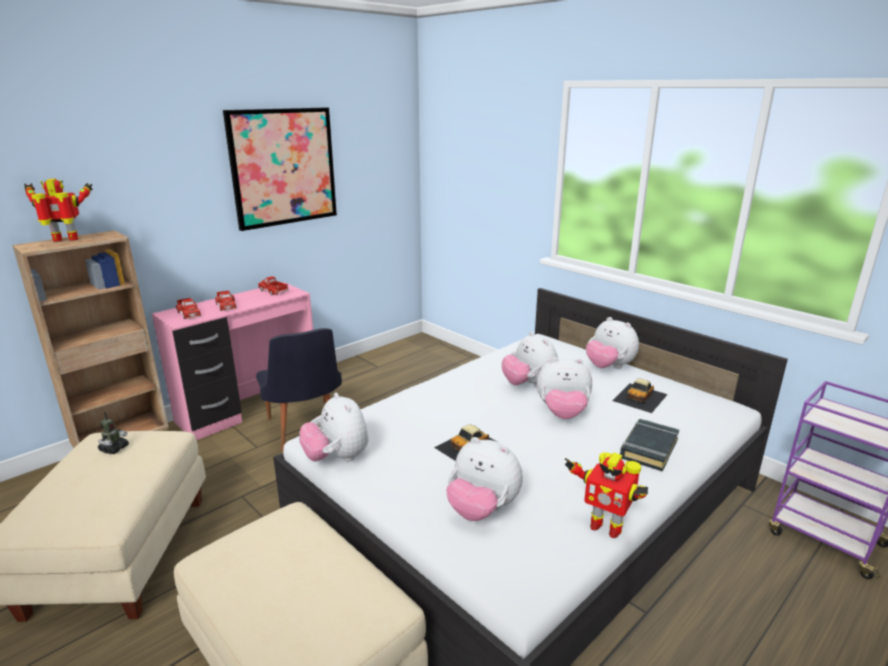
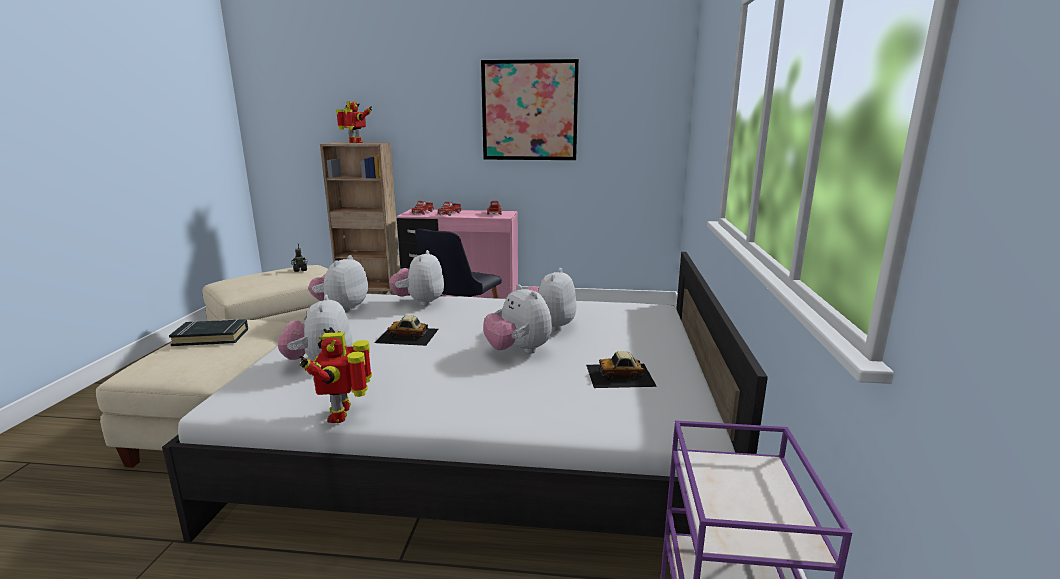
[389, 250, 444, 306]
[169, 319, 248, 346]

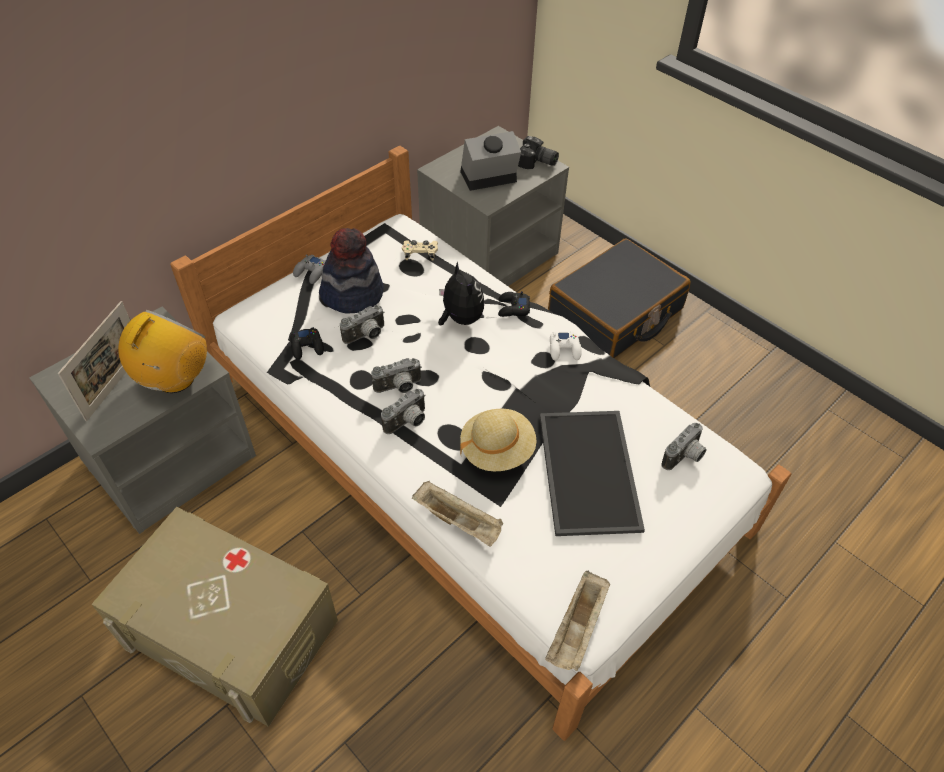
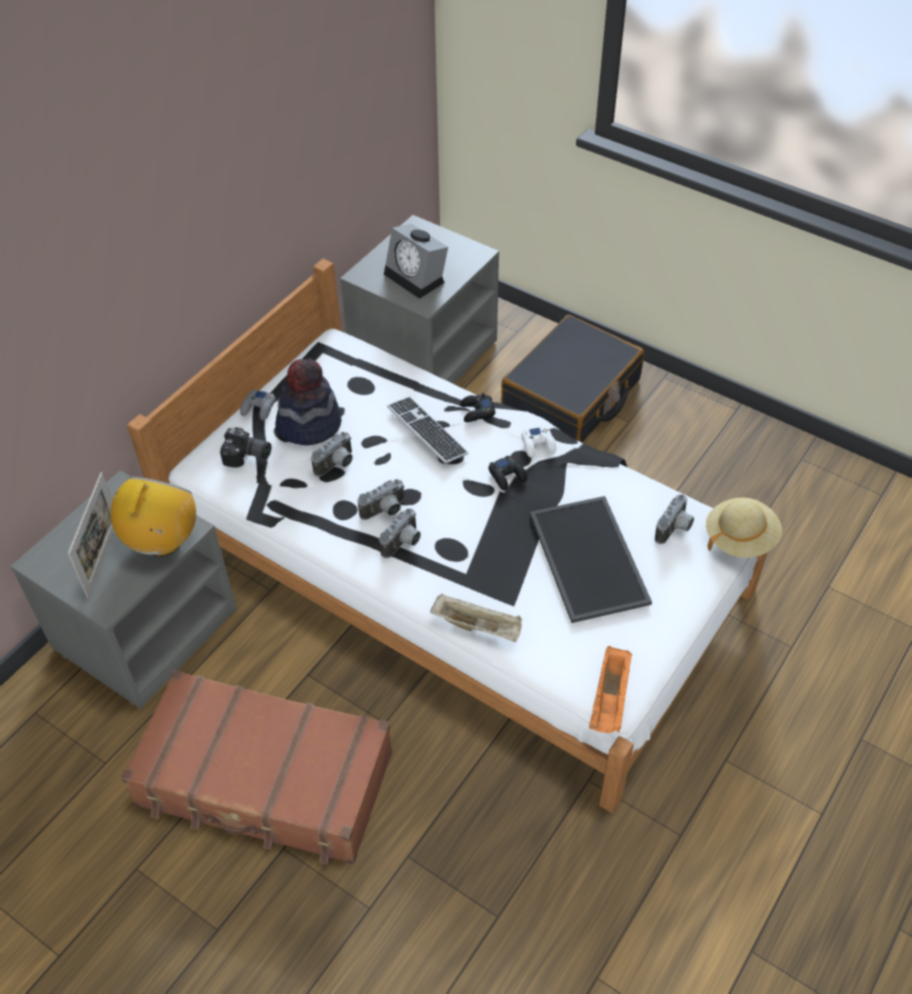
[402, 240, 438, 261] (first image)
[488, 455, 527, 491]
[706, 498, 782, 558]
[220, 427, 271, 468]
[121, 670, 392, 864]
[387, 396, 469, 464]
[589, 646, 632, 733]
[384, 224, 448, 299]

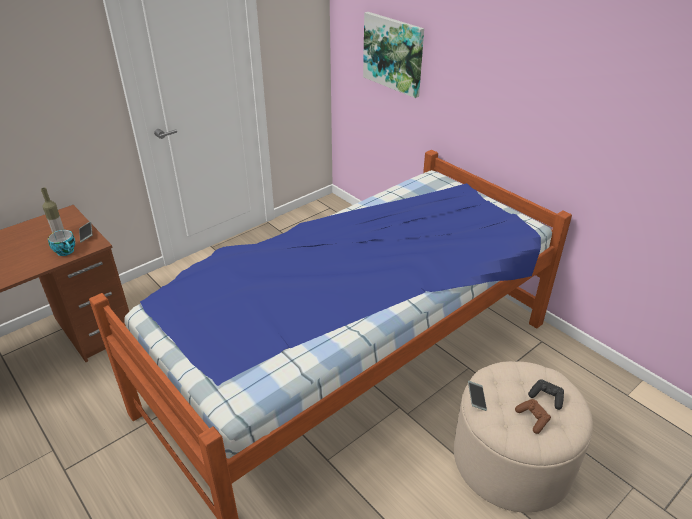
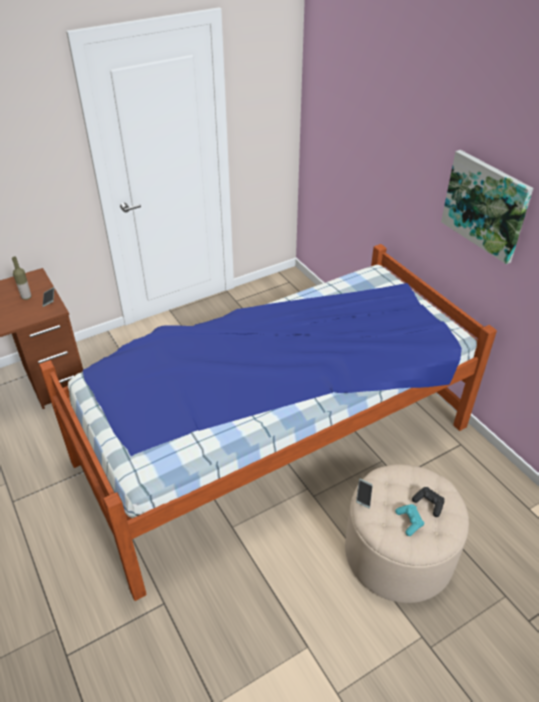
[48, 230, 75, 256] (first image)
[441, 150, 533, 264]
[395, 504, 424, 536]

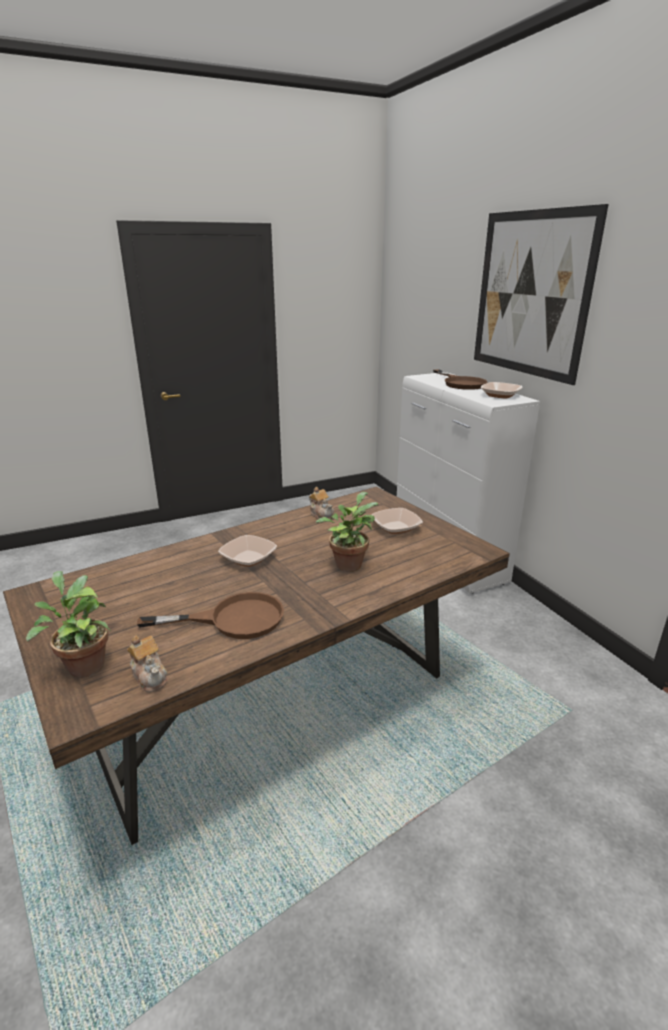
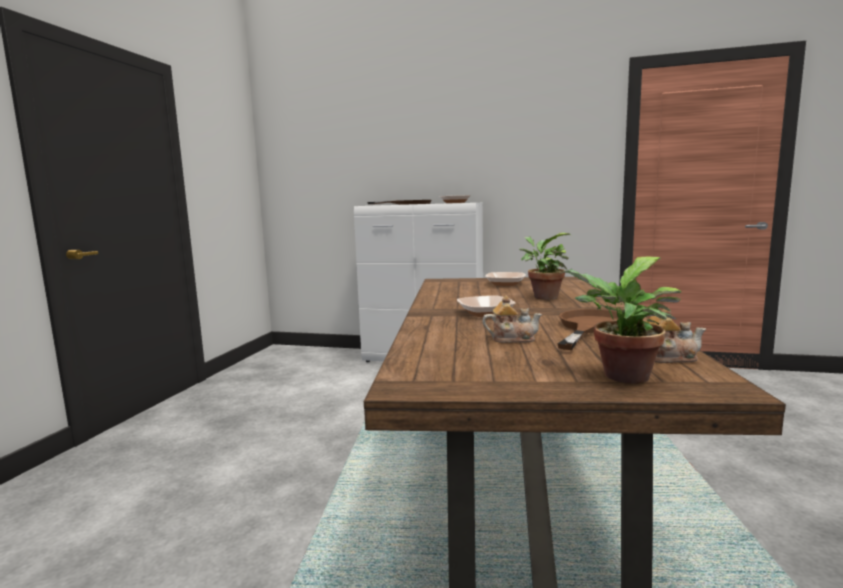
[474, 204, 609, 385] (first image)
[483, 295, 542, 343]

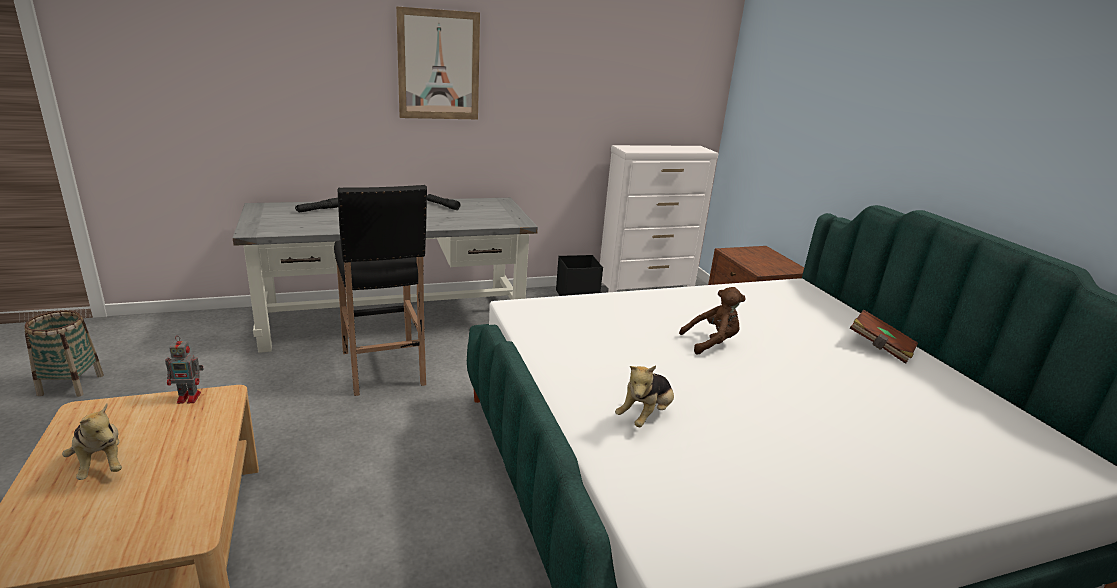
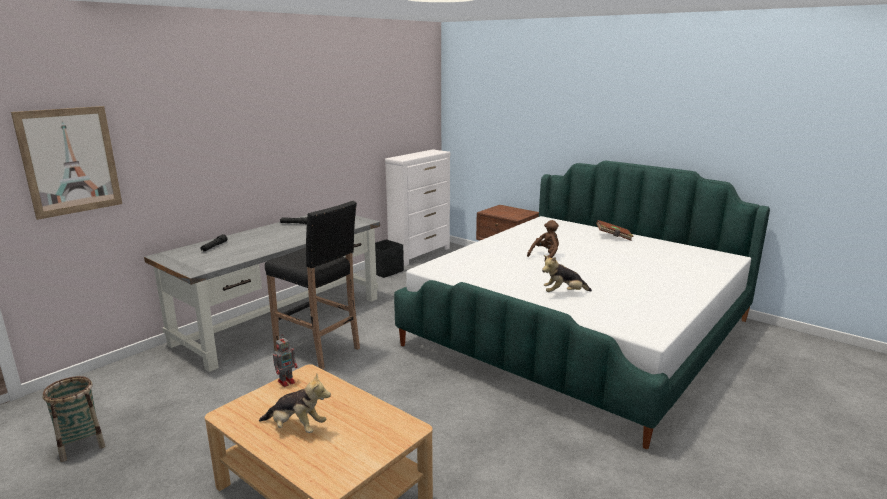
[11, 106, 122, 220]
[542, 255, 592, 292]

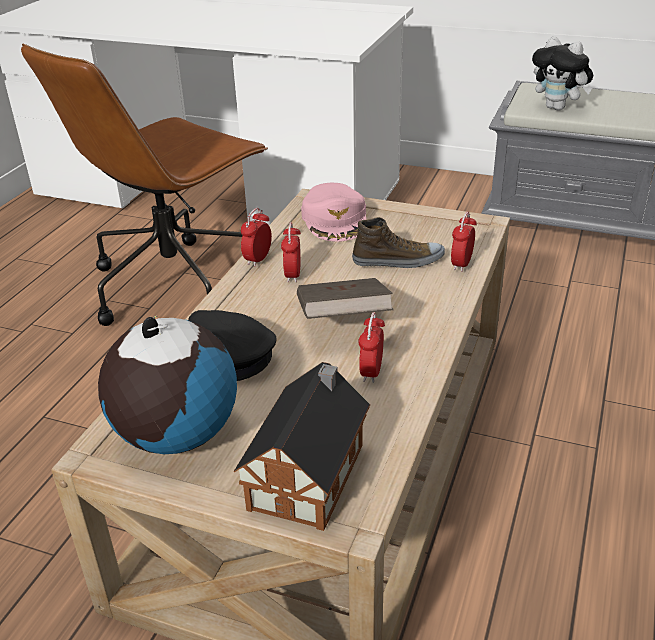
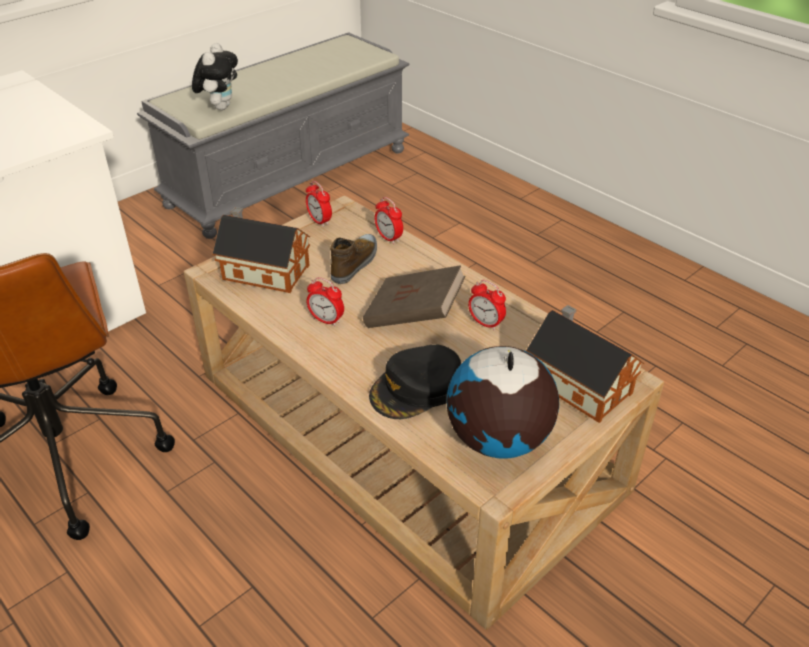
[306, 181, 332, 227]
[213, 207, 310, 293]
[192, 43, 238, 110]

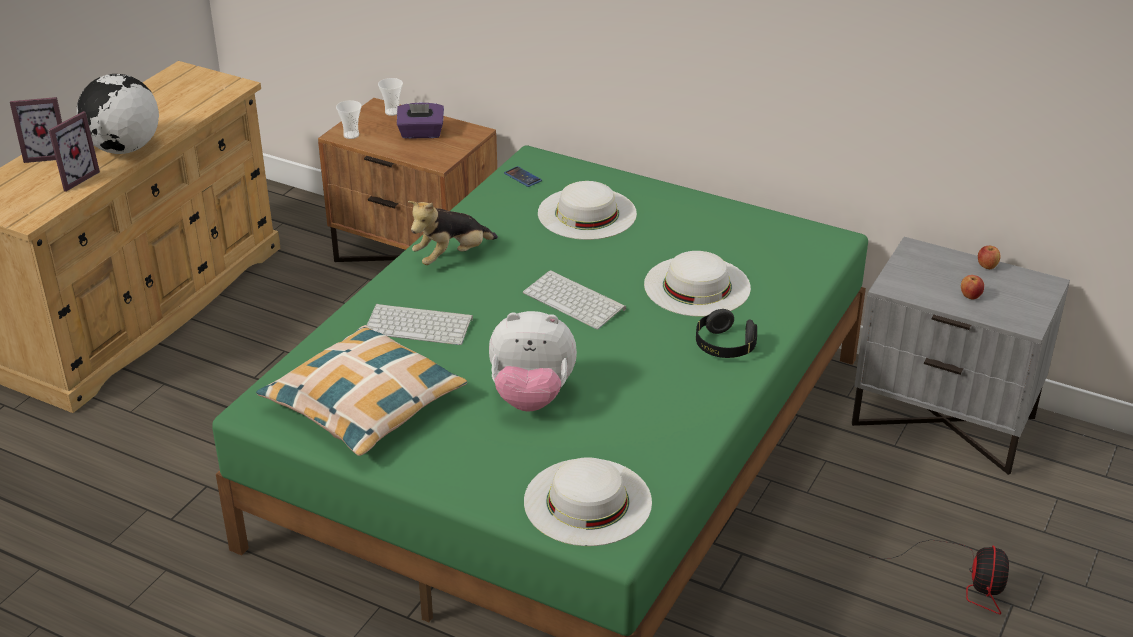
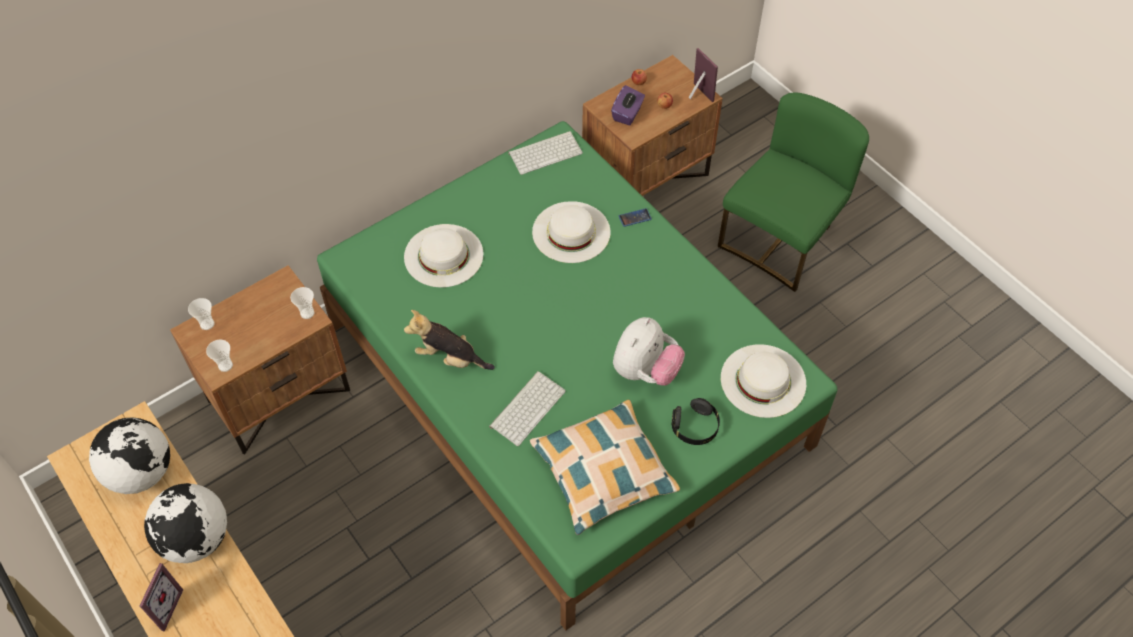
[89, 418, 170, 494]
[290, 287, 315, 319]
[688, 48, 718, 102]
[611, 85, 645, 125]
[619, 208, 652, 227]
[508, 131, 583, 175]
[671, 398, 720, 445]
[718, 93, 869, 292]
[582, 55, 723, 196]
[404, 310, 495, 370]

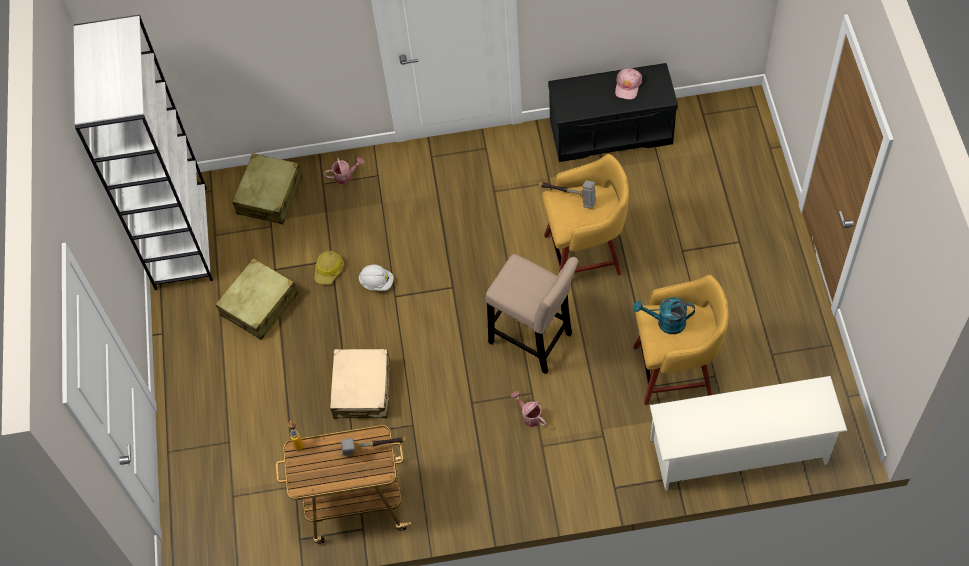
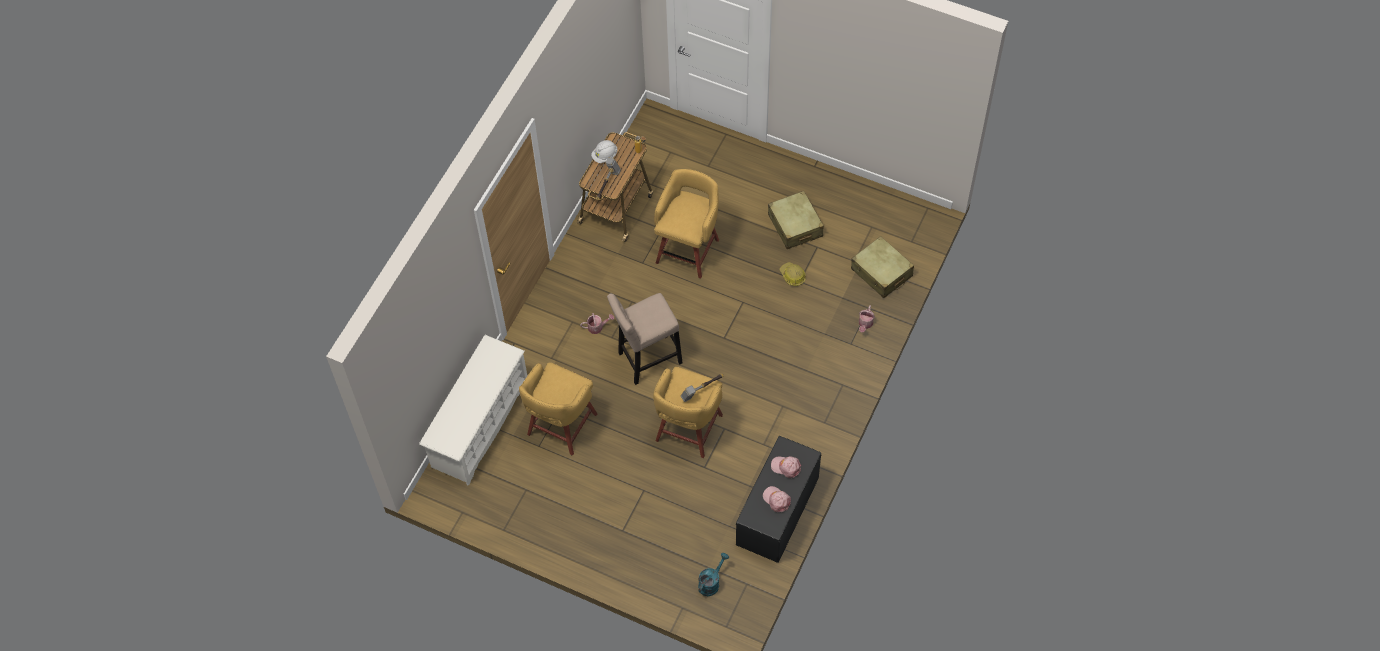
[74, 14, 213, 290] (first image)
[771, 456, 801, 478]
[591, 140, 618, 163]
[698, 553, 729, 596]
[654, 169, 719, 279]

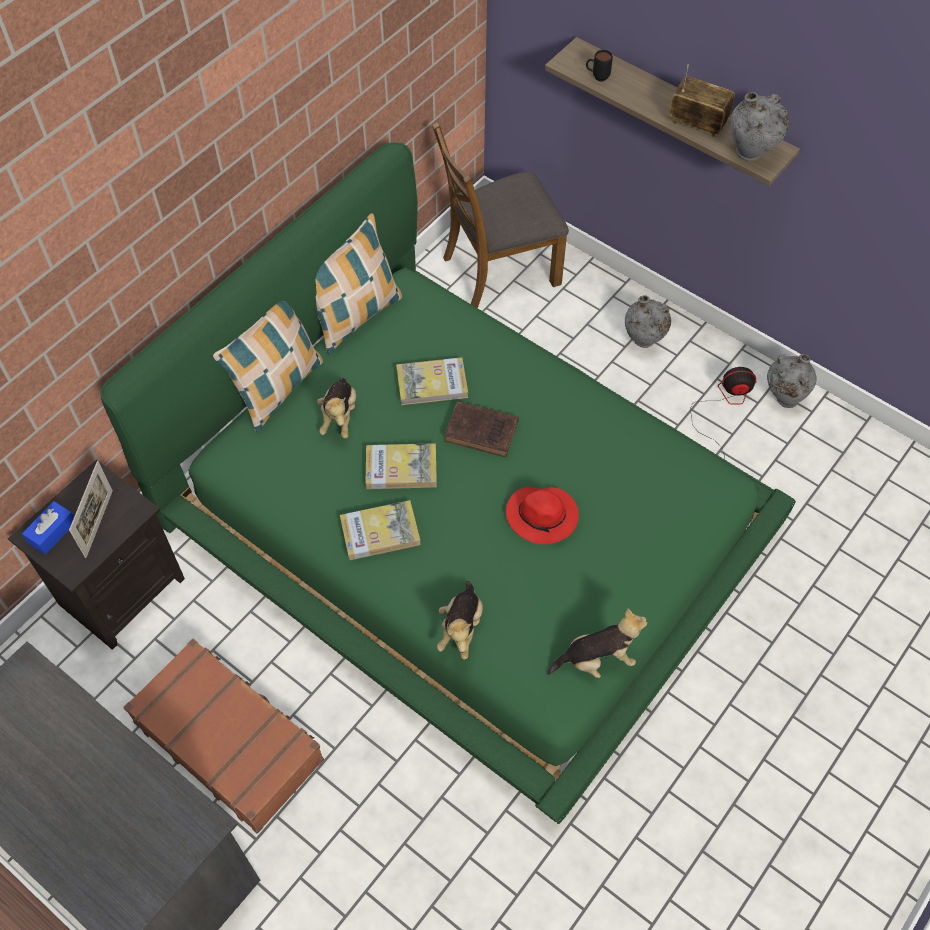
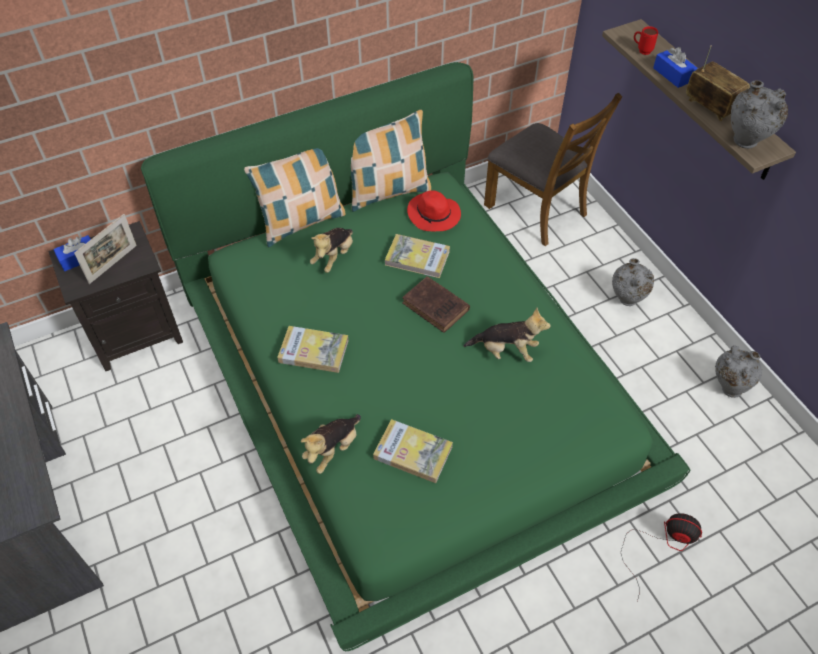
[123, 639, 324, 833] (first image)
[653, 47, 697, 88]
[373, 419, 453, 483]
[407, 190, 461, 231]
[464, 308, 551, 362]
[621, 513, 702, 601]
[634, 26, 658, 55]
[484, 93, 622, 246]

